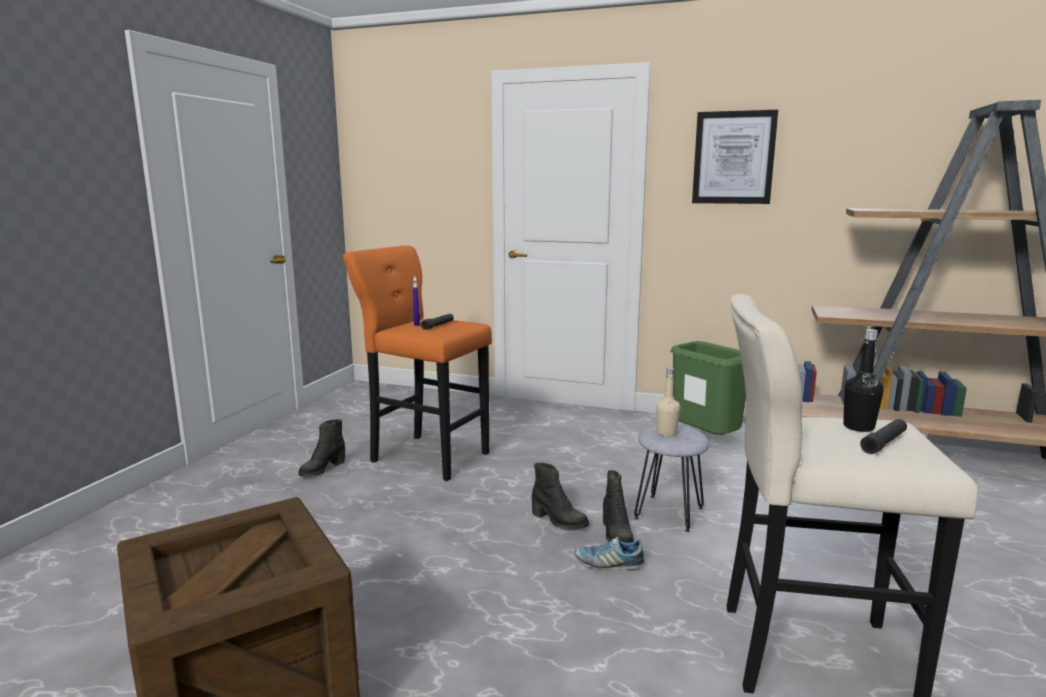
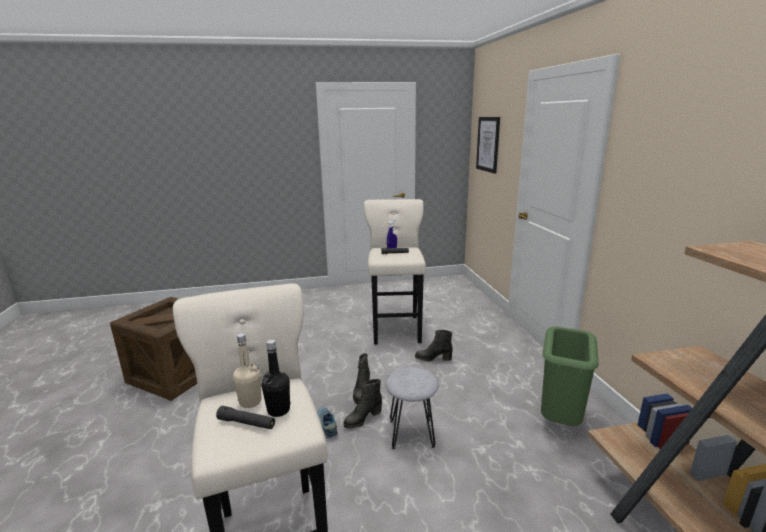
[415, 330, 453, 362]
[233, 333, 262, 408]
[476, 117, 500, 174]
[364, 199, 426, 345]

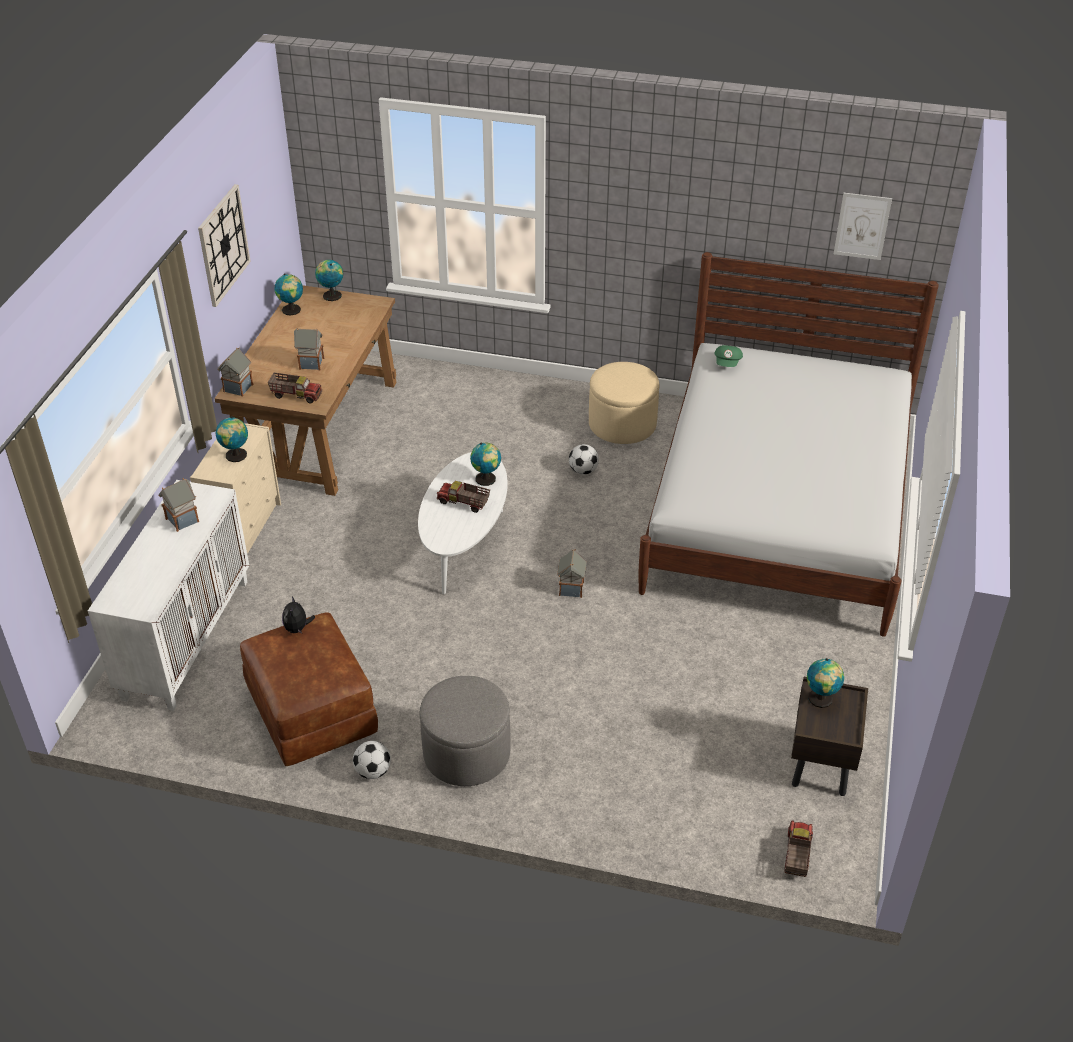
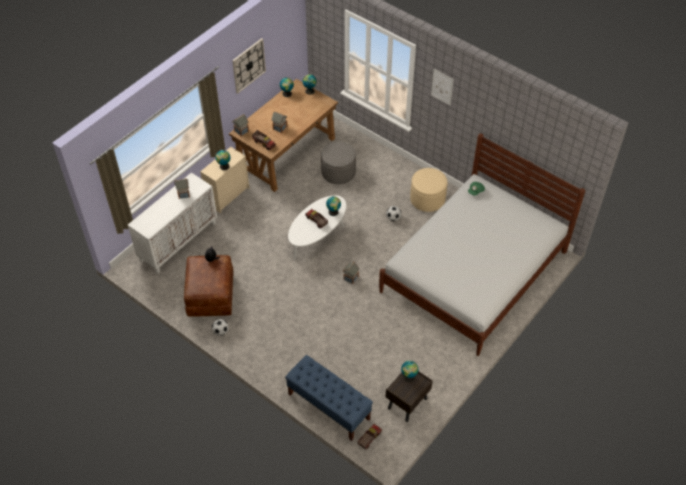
[285, 355, 373, 441]
[321, 141, 356, 184]
[431, 69, 454, 105]

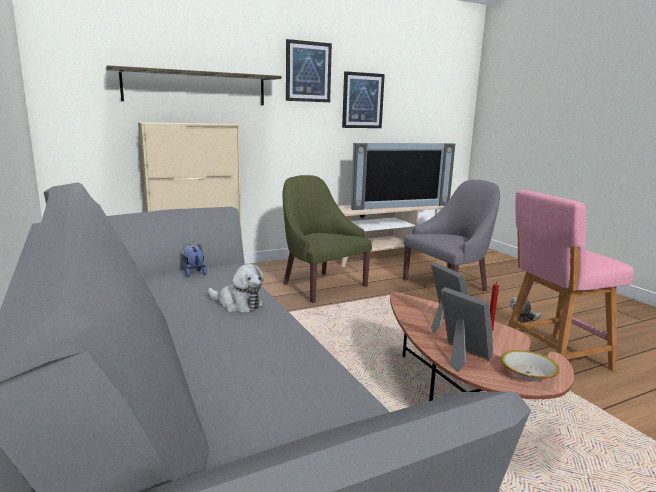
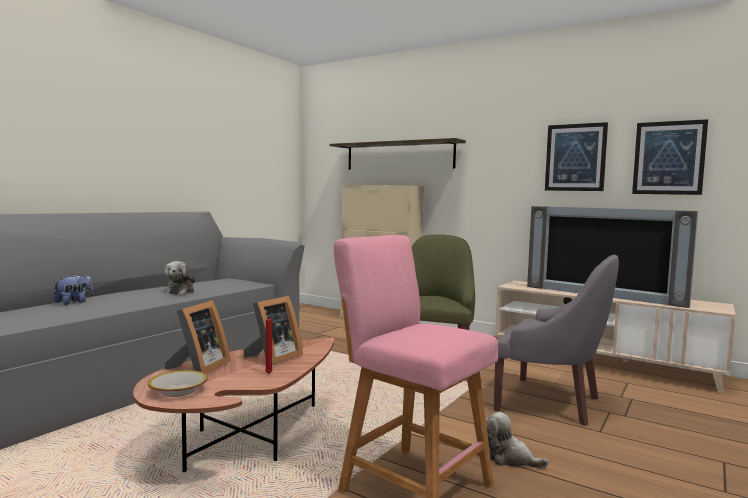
[54, 274, 93, 305]
[632, 119, 708, 195]

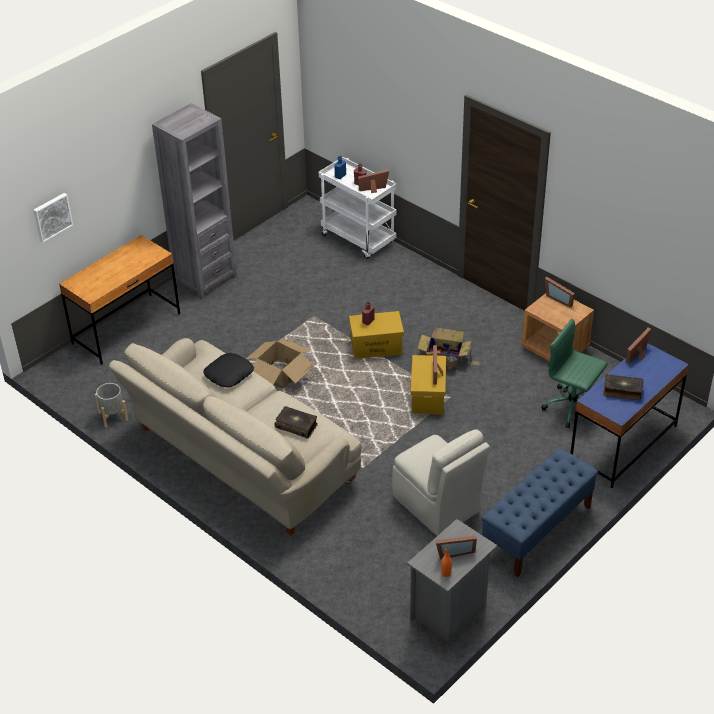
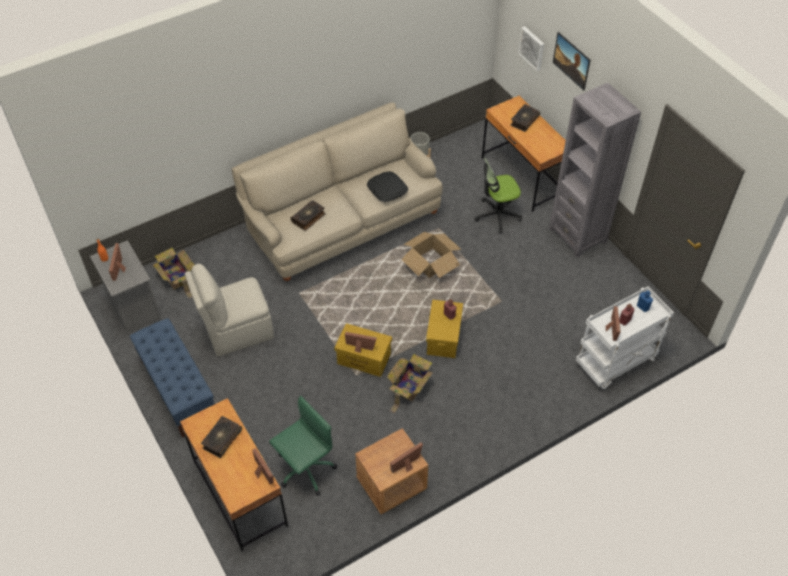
[153, 248, 195, 299]
[475, 158, 522, 233]
[510, 104, 540, 132]
[553, 32, 591, 91]
[180, 398, 288, 551]

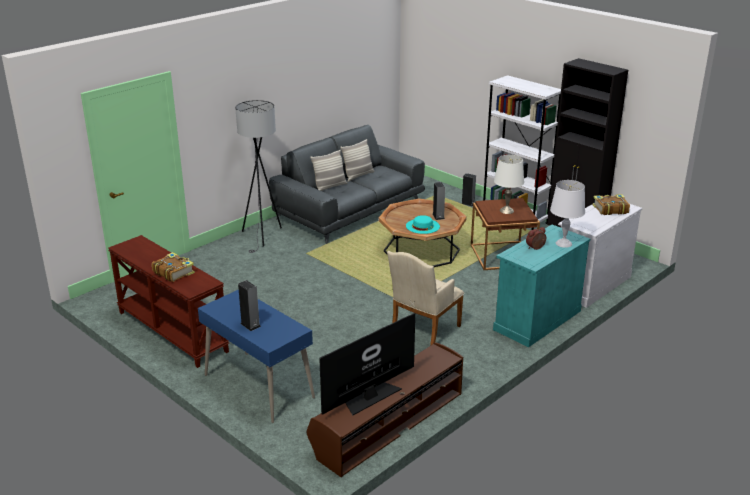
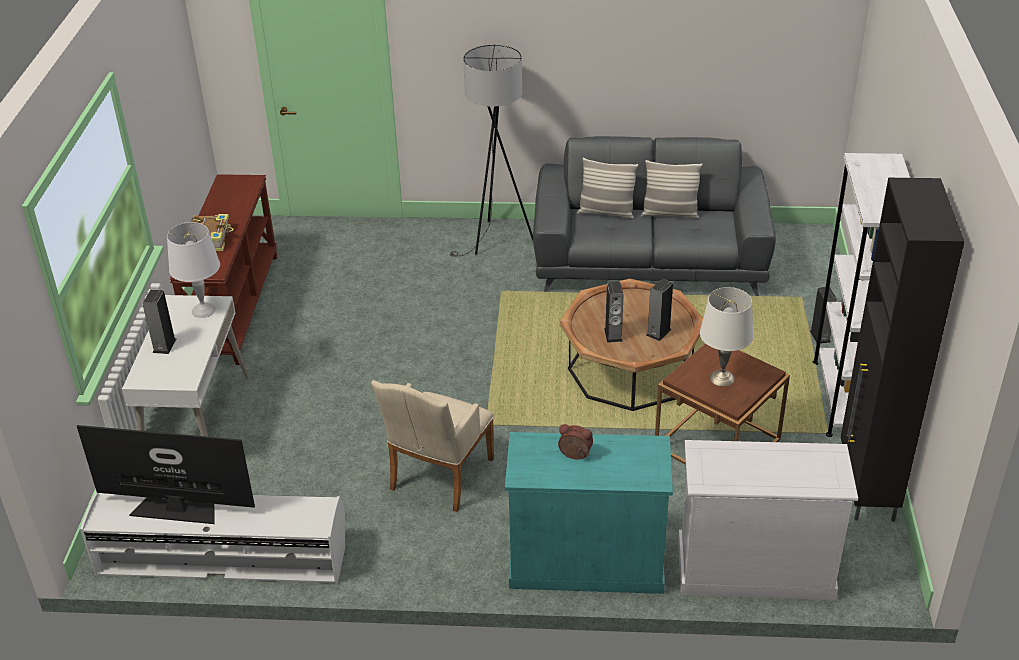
[593, 194, 630, 215] (first image)
[167, 222, 220, 318]
[604, 281, 624, 343]
[122, 295, 249, 436]
[80, 492, 345, 584]
[371, 380, 495, 512]

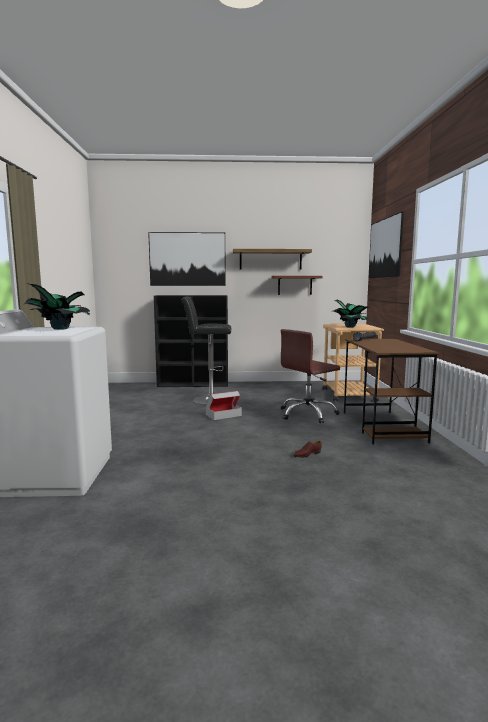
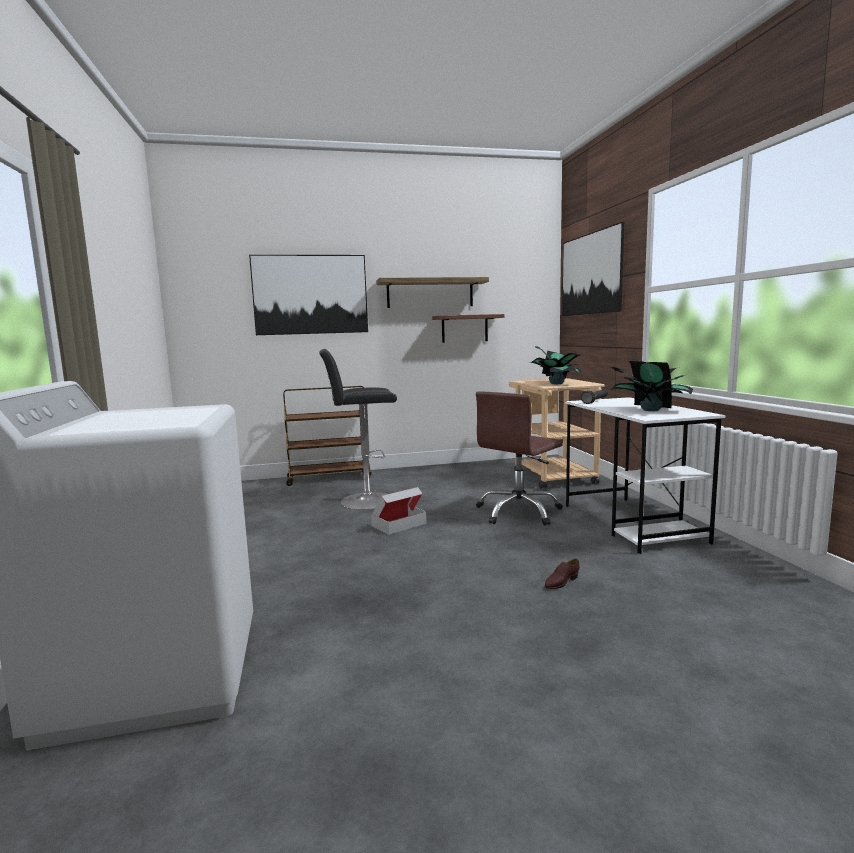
[610, 361, 693, 411]
[283, 386, 371, 486]
[565, 397, 725, 554]

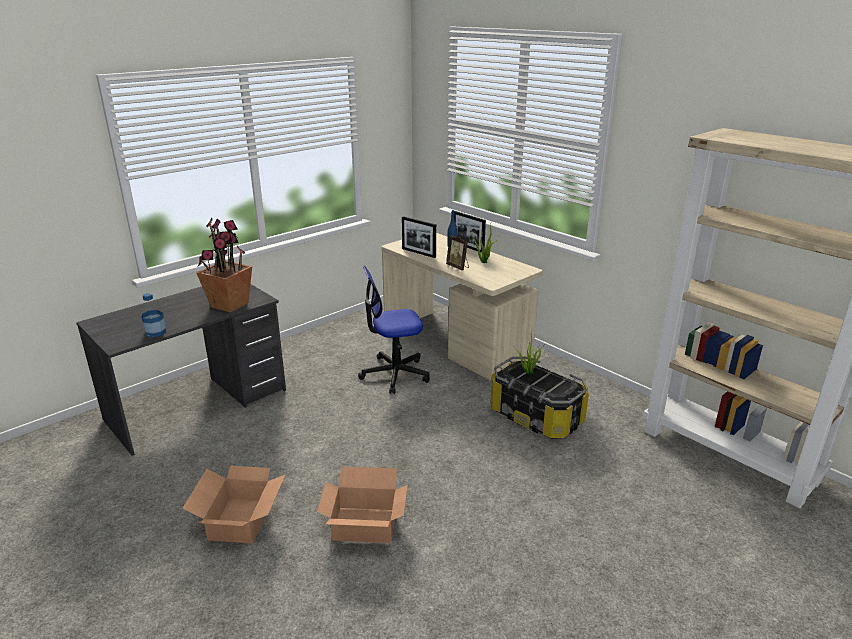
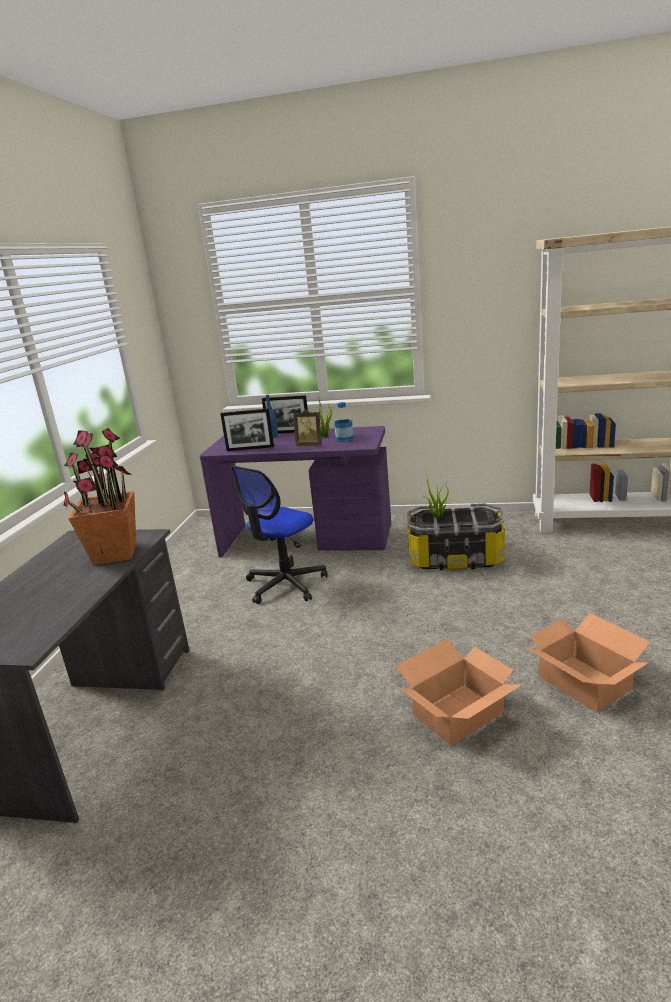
[334, 402, 354, 442]
[525, 613, 650, 713]
[199, 426, 391, 558]

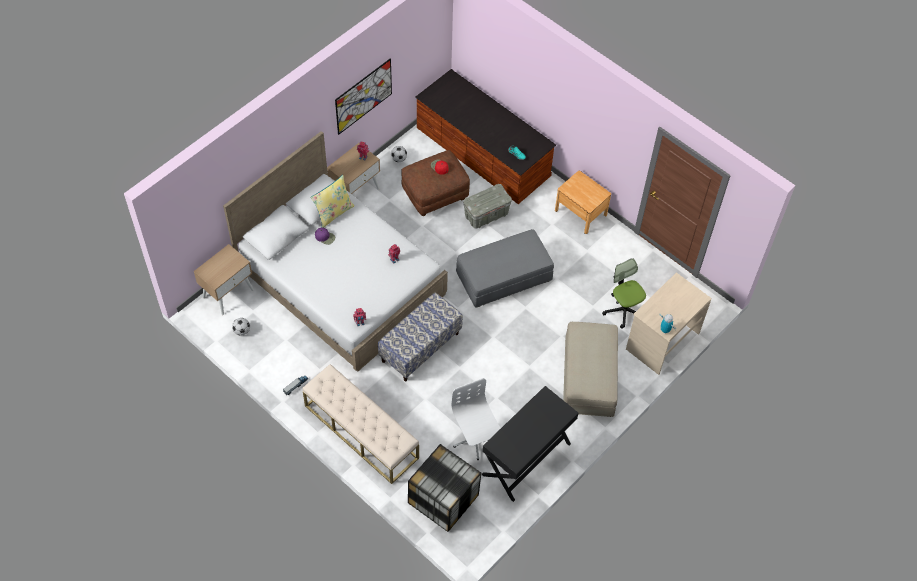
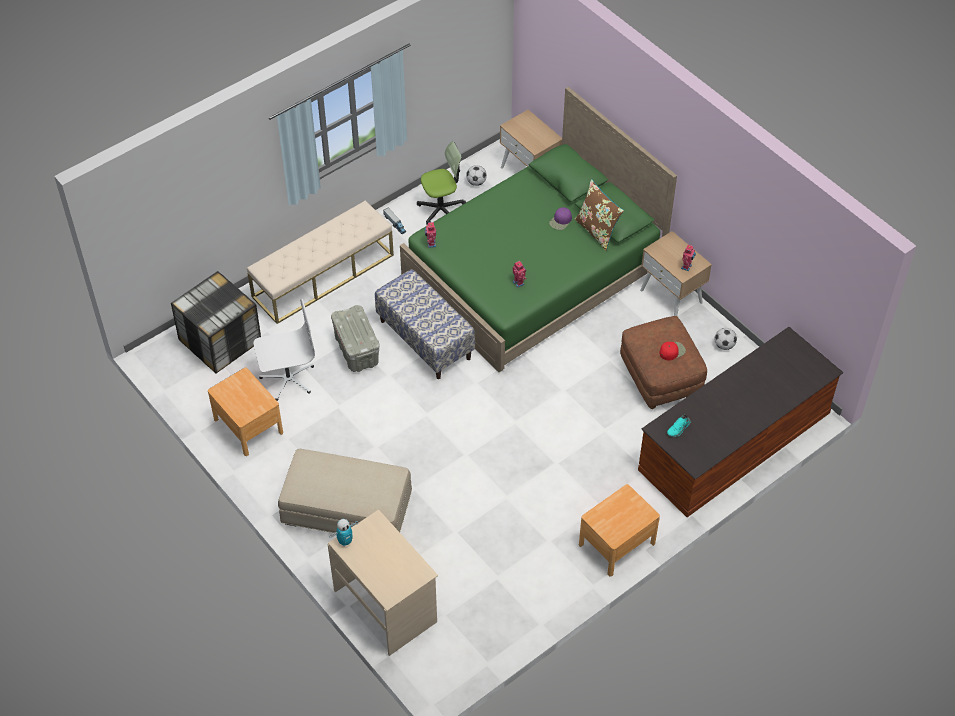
[335, 58, 392, 135] (first image)
[456, 229, 554, 308] (first image)
[331, 305, 380, 372]
[417, 141, 466, 225]
[208, 368, 283, 456]
[400, 87, 677, 372]
[574, 179, 624, 251]

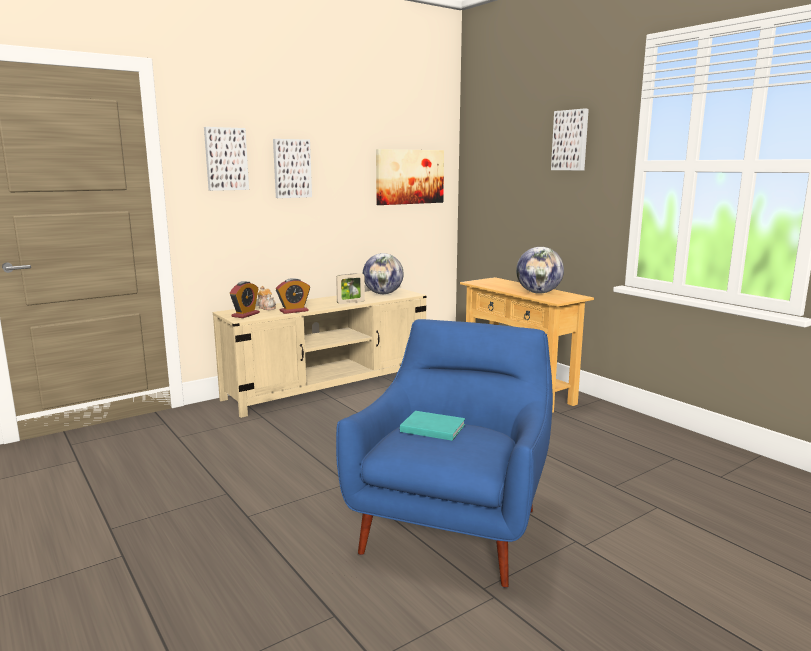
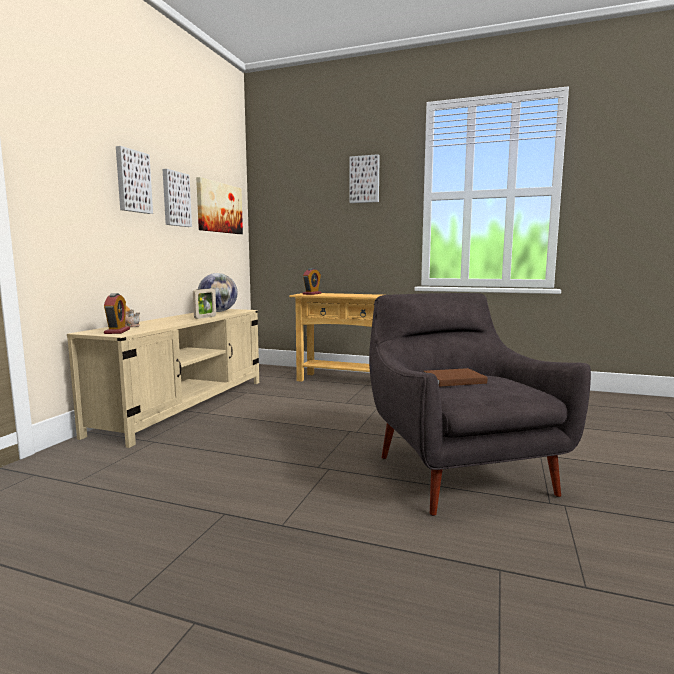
[516, 247, 564, 294] (first image)
[163, 169, 192, 227]
[303, 268, 321, 295]
[369, 293, 591, 516]
[424, 368, 488, 387]

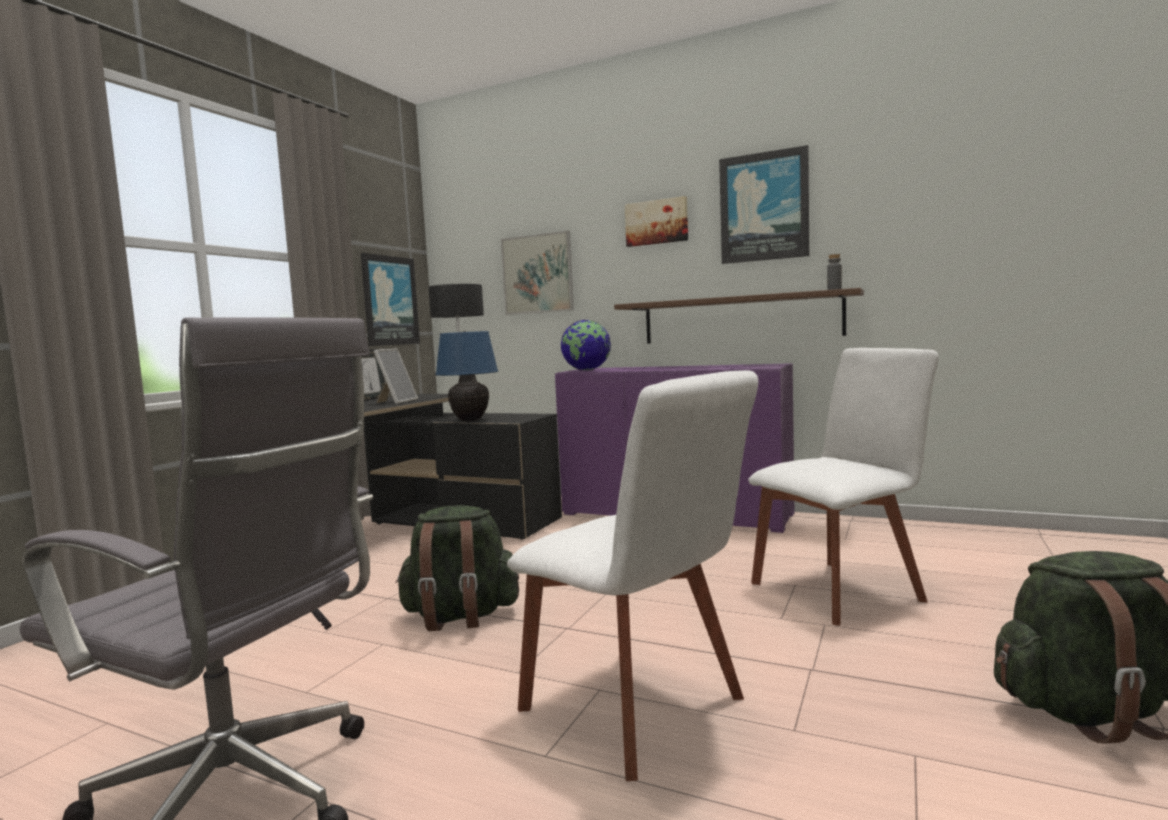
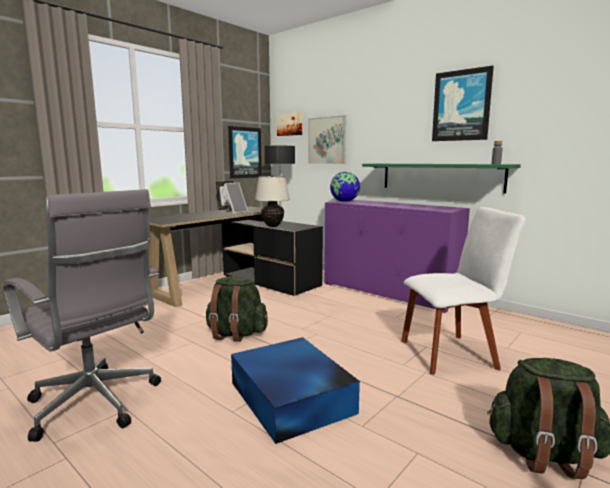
[277, 112, 302, 136]
[231, 337, 360, 444]
[255, 176, 290, 227]
[362, 164, 521, 193]

